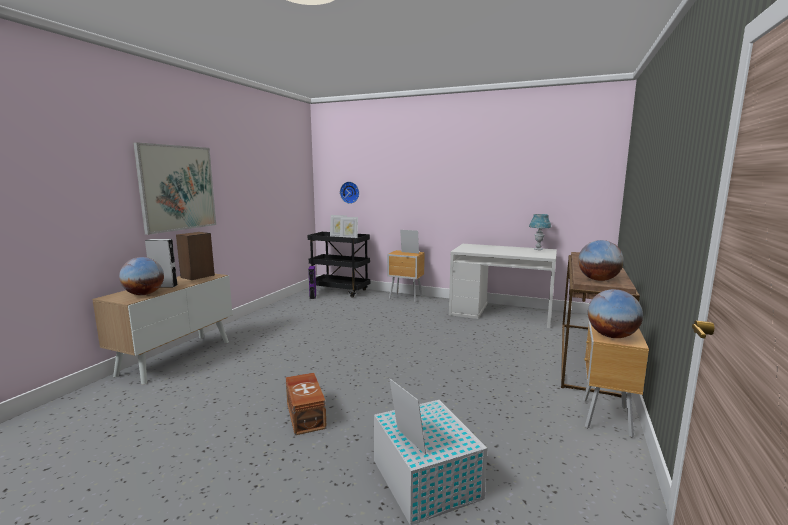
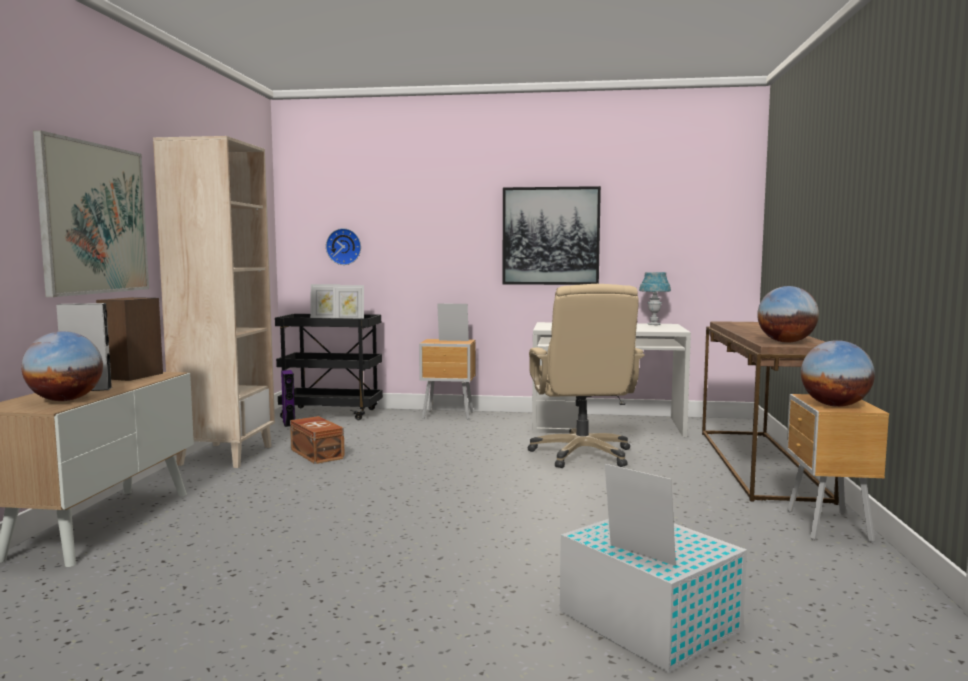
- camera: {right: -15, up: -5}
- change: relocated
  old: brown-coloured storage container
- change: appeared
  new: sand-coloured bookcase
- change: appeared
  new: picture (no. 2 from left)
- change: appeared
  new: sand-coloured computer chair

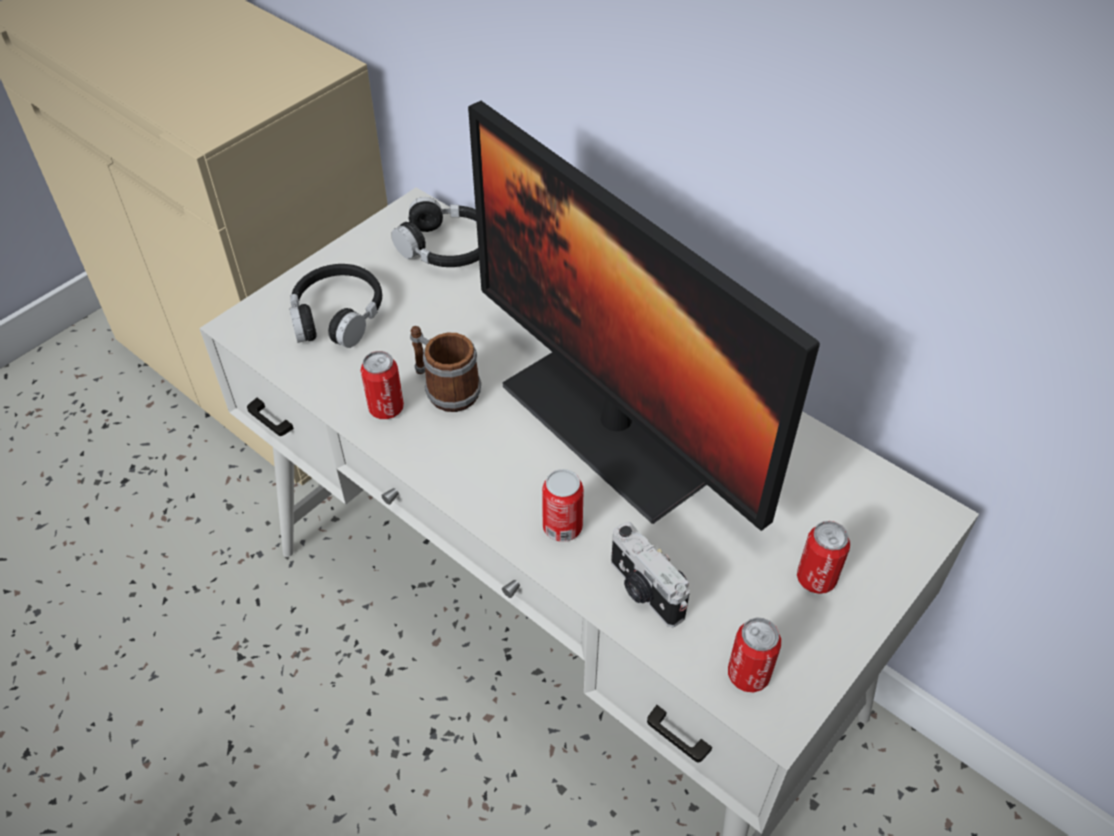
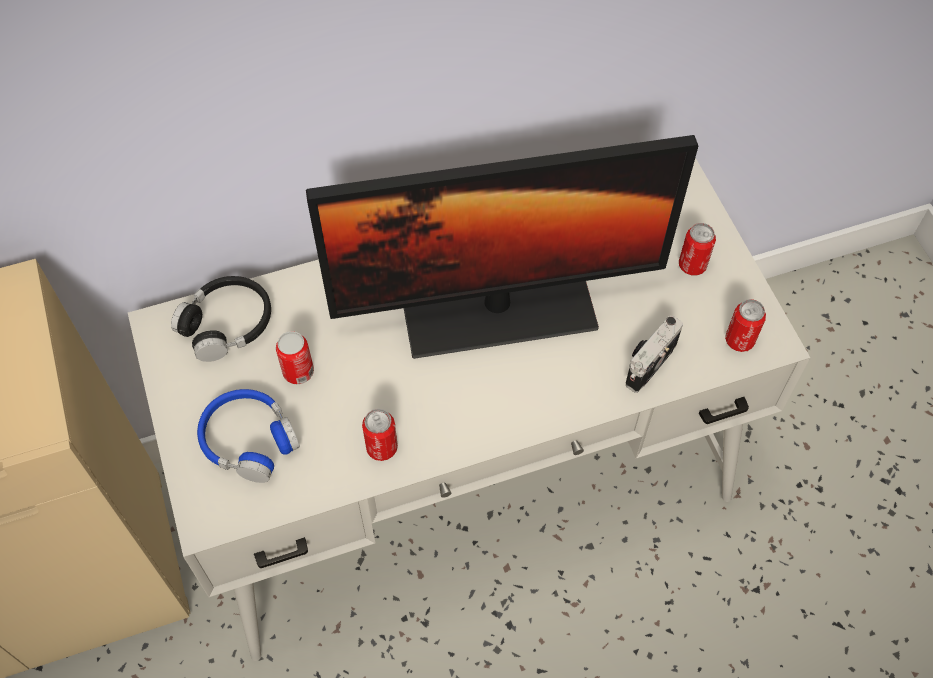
- camera: {right: -60, up: 10}
- change: colour
  old: black-coloured headphones (no. 1 from left)
  new: blue headphones
- change: missing
  old: mug
- change: relocated
  old: metal can (no. 2 from left in the first image)
  new: metal can (no. 1 from left)
- change: spun
  old: photo camera
  degrees: 135

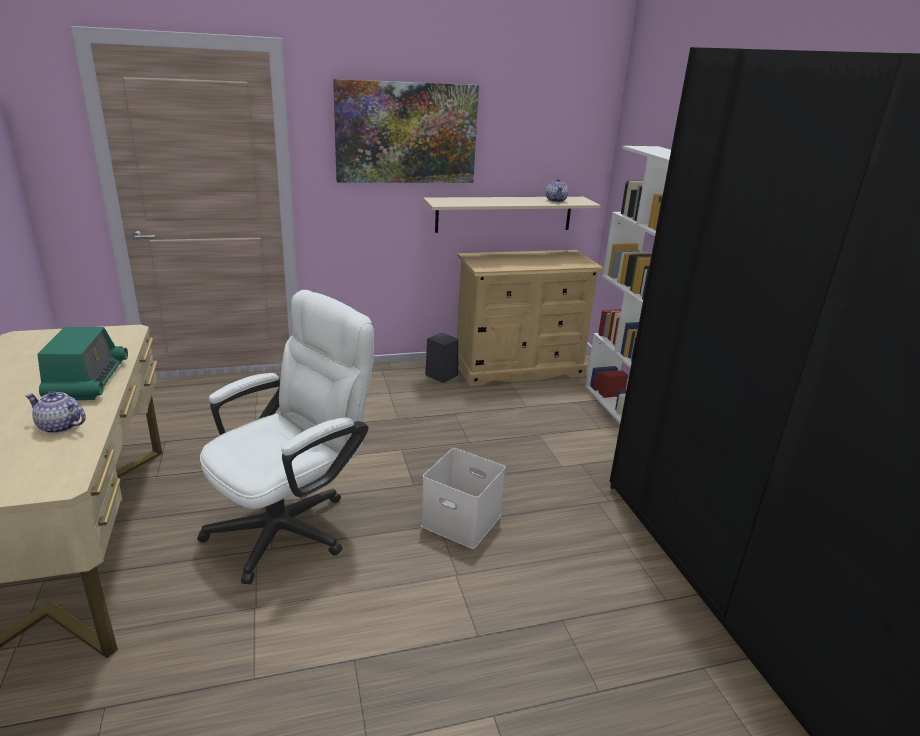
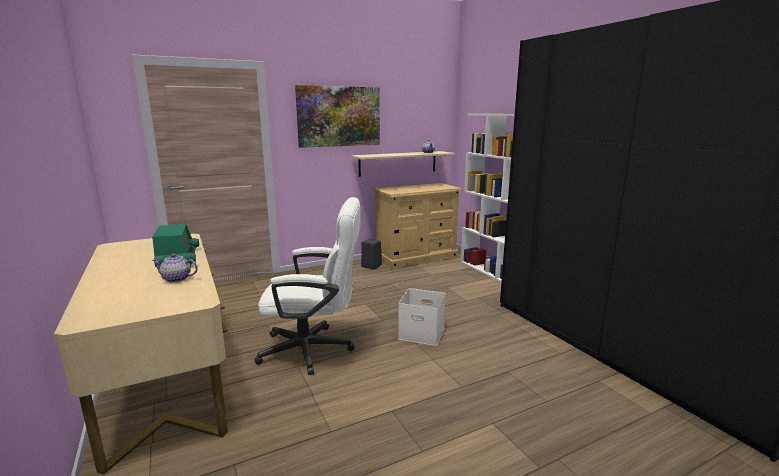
- camera: {right: -10, up: -10}
- change: spun
  old: white computer chair
  degrees: 60

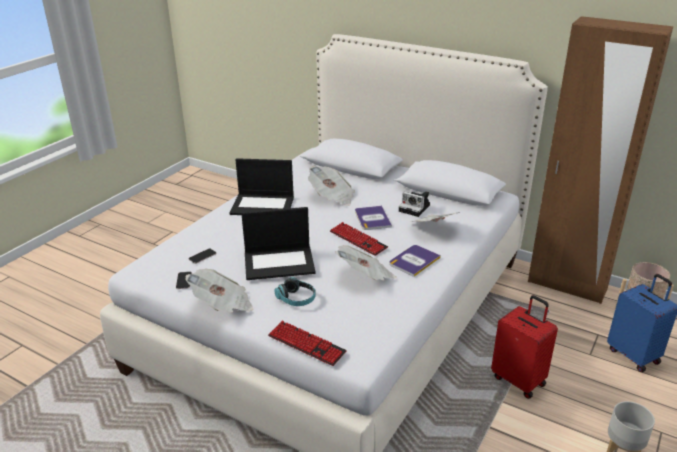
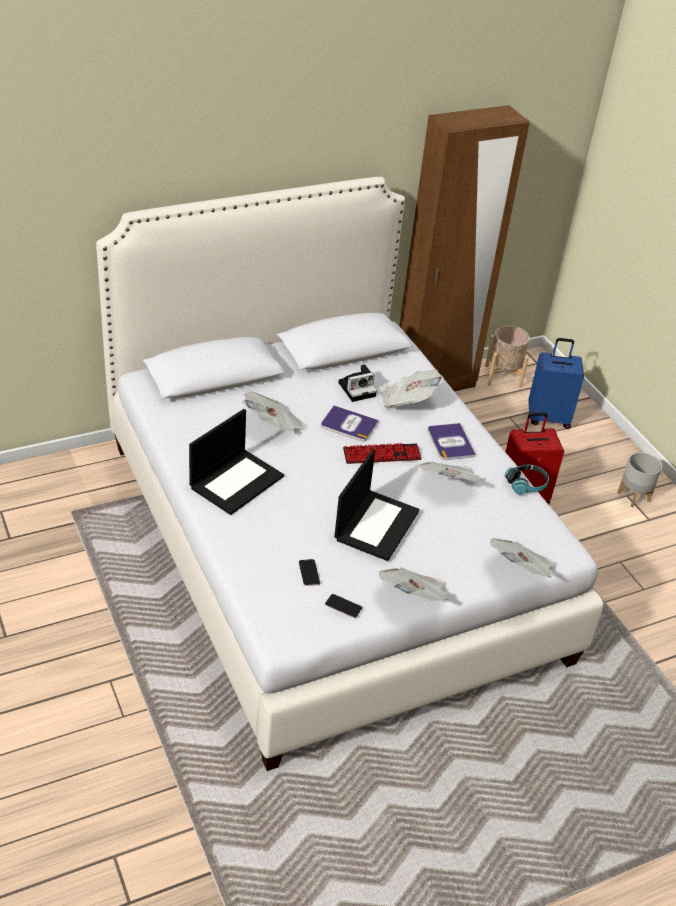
- camera: {right: -60, up: 10}
- change: exchanged
  old: PC keyboard (no. 1 from left)
  new: newspaper (no. 5 from left)
- change: relocated
  old: headphones

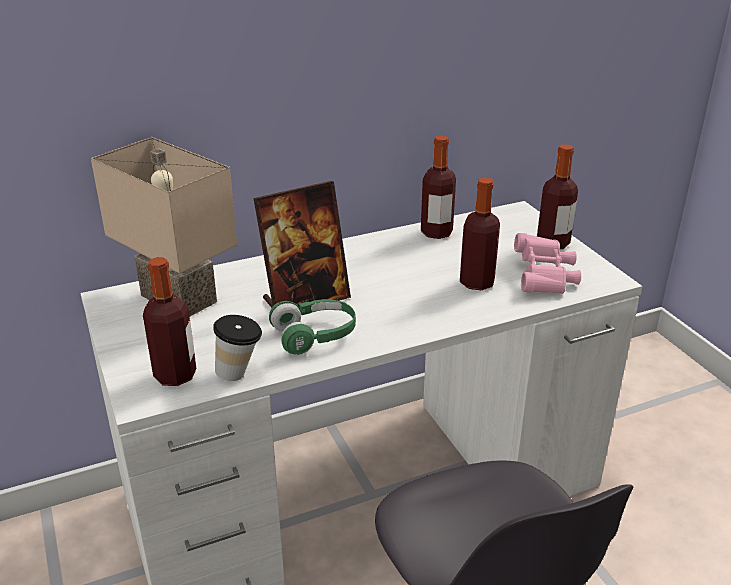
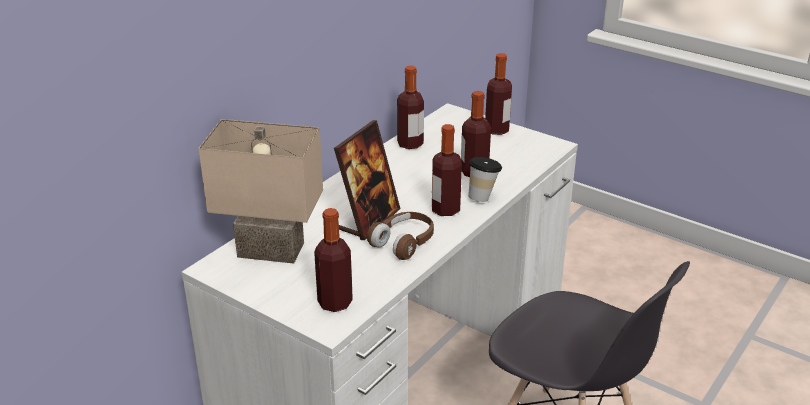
- camera: {right: -30, up: 0}
- change: relocated
  old: drinking cup
- change: colour
  old: green-coloured headphones
  new: brown-coloured headphones
- change: missing
  old: pink-coloured field glasses
- change: appeared
  new: drink bottle (no. 3 from left)

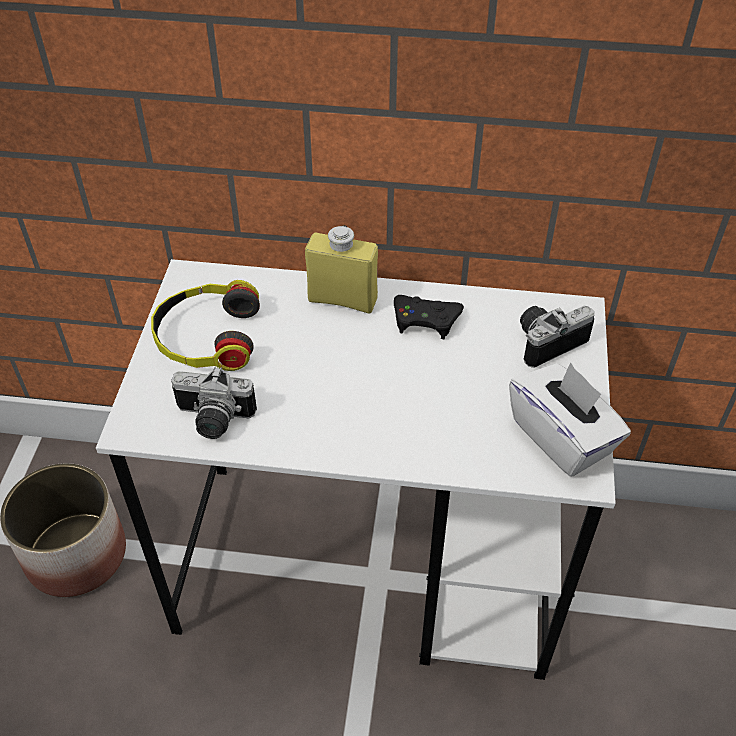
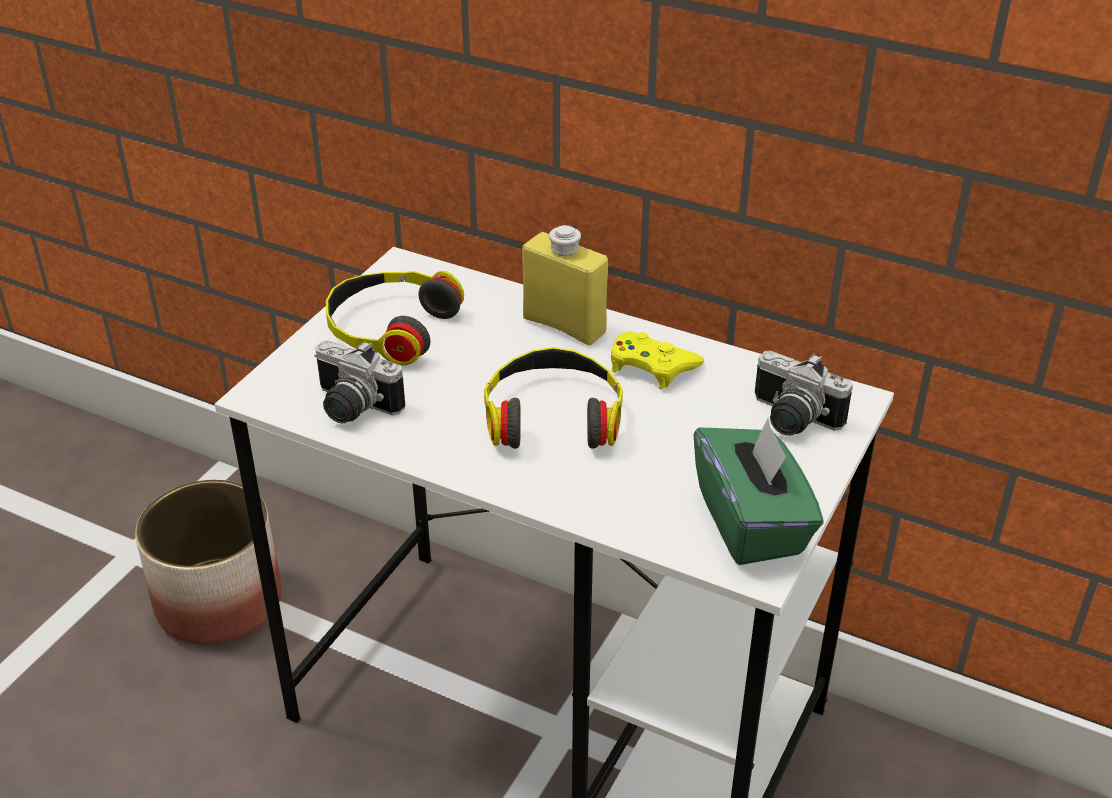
- camera: {right: 20, up: -10}
- change: colour
  old: black-coloured game controller
  new: yellowish game controller
- change: colour
  old: white tissue box
  new: green-coloured tissue box
- change: spun
  old: photo camera (no. 2 from left)
  degrees: -135
- change: appeared
  new: headphones (no. 2 from left)

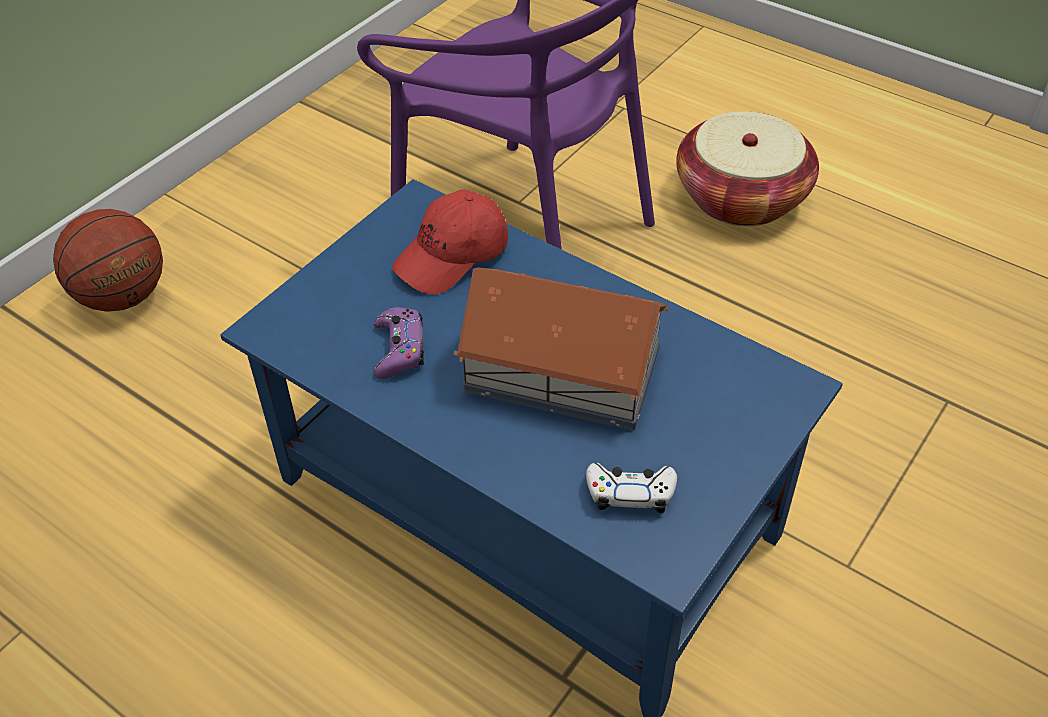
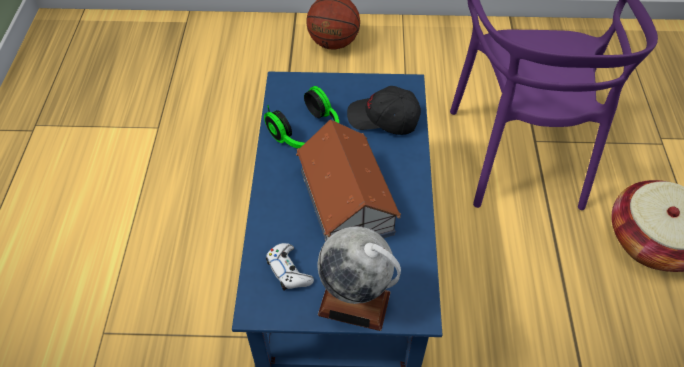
- camera: {right: 55, up: 5}
- change: exchanged
  old: purple game controller
  new: headphones
- change: colour
  old: red-coloured peaked cap
  new: black-coloured peaked cap
- change: appeared
  new: desk globe

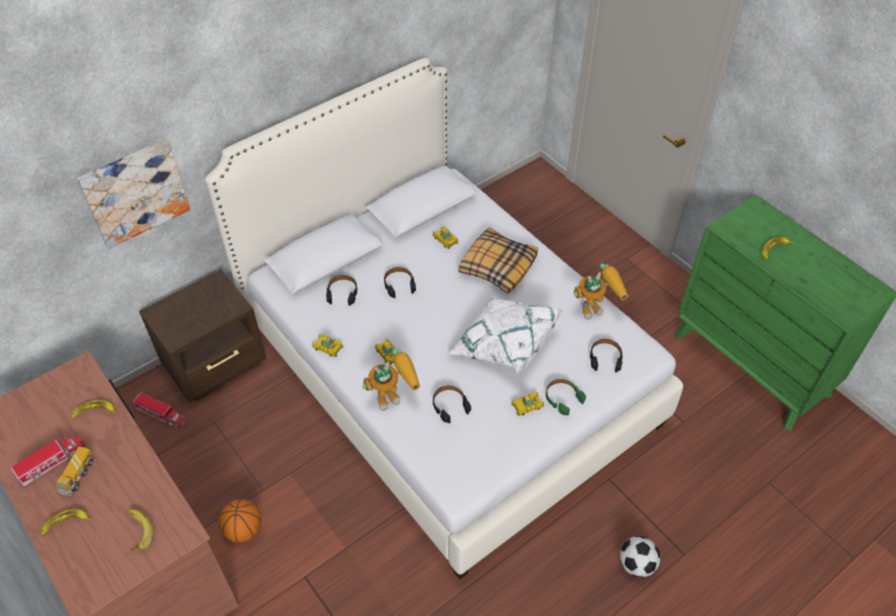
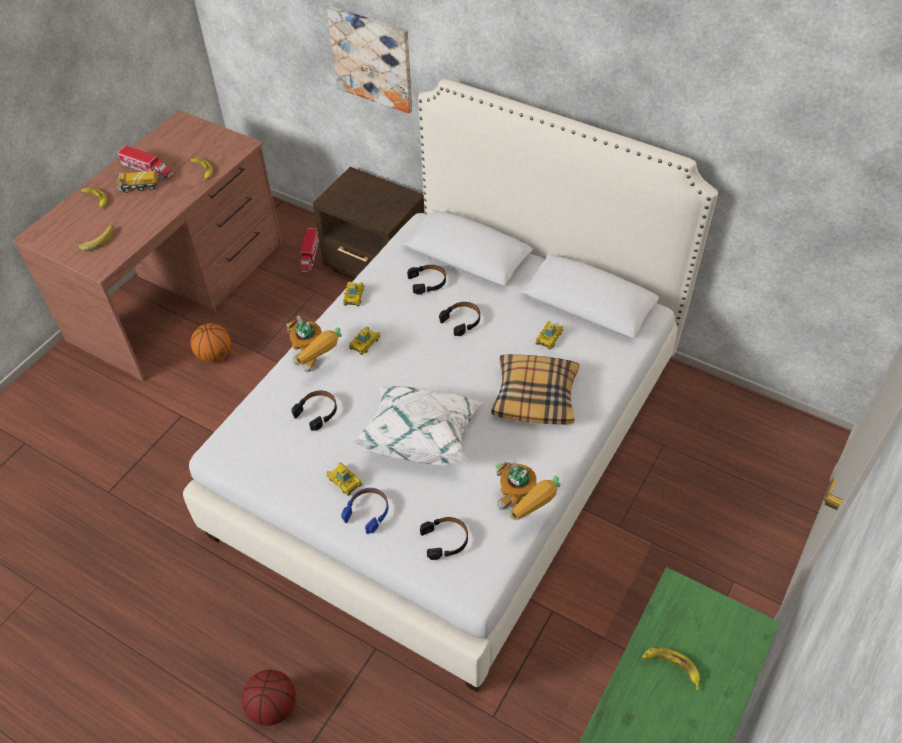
- camera: {right: 70, up: 0}
- change: colour
  old: green-coloured headphones
  new: blue headphones
- change: exchanged
  old: football ball
  new: ball for basketball (no. 2 from left)

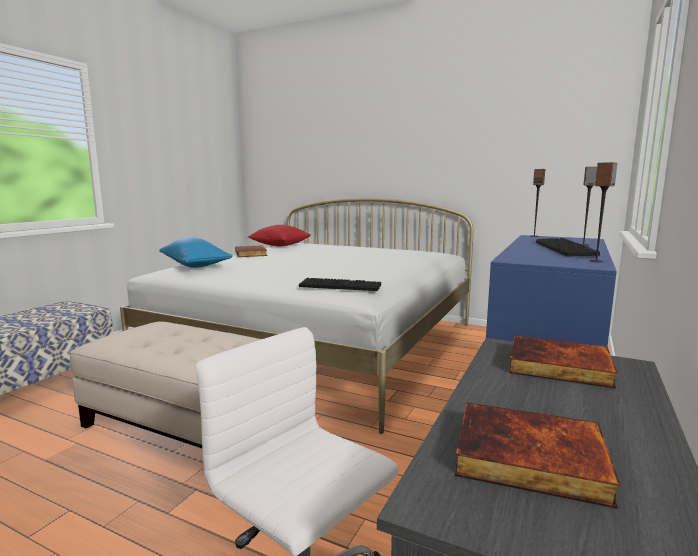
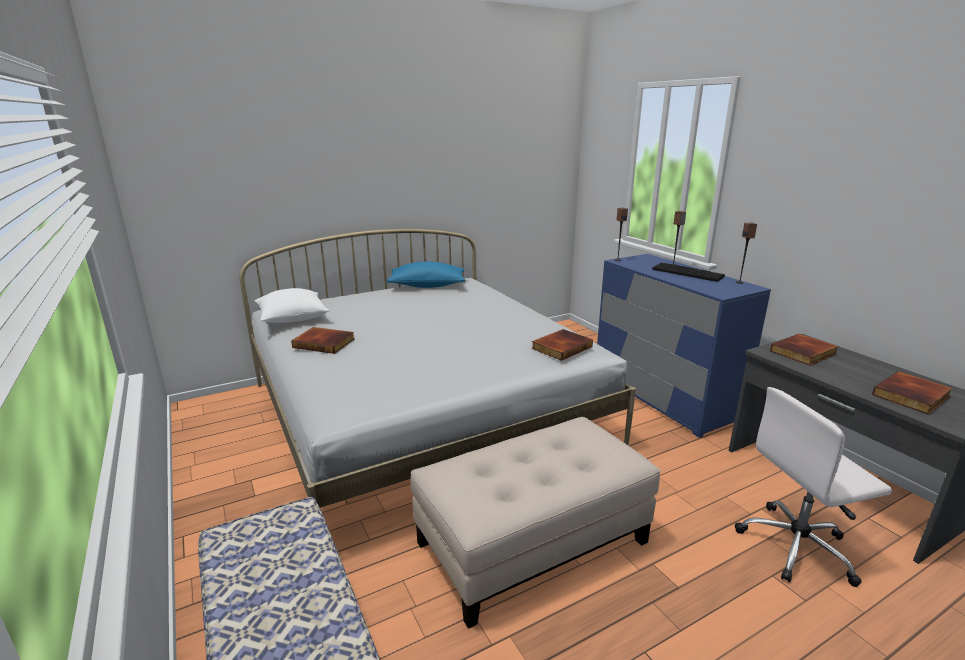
- camera: {right: -55, up: 10}
- change: relocated
  old: blue cushion
- change: colour
  old: red-coloured cushion
  new: white cushion
- change: exchanged
  old: PC keyboard (no. 1 from left)
  new: book (no. 2 from left)

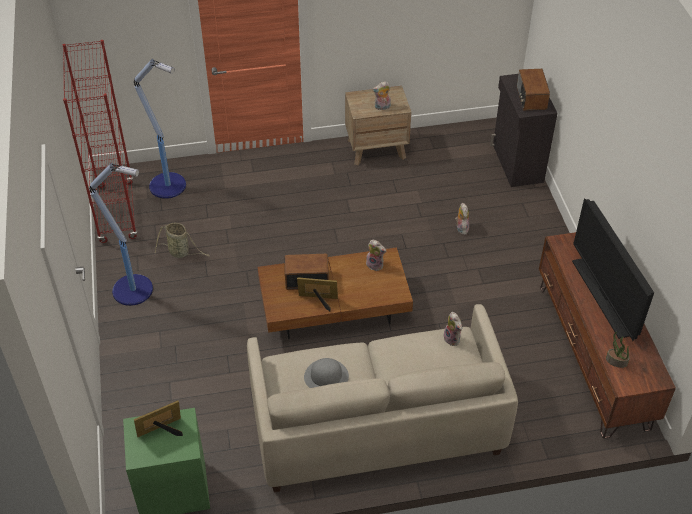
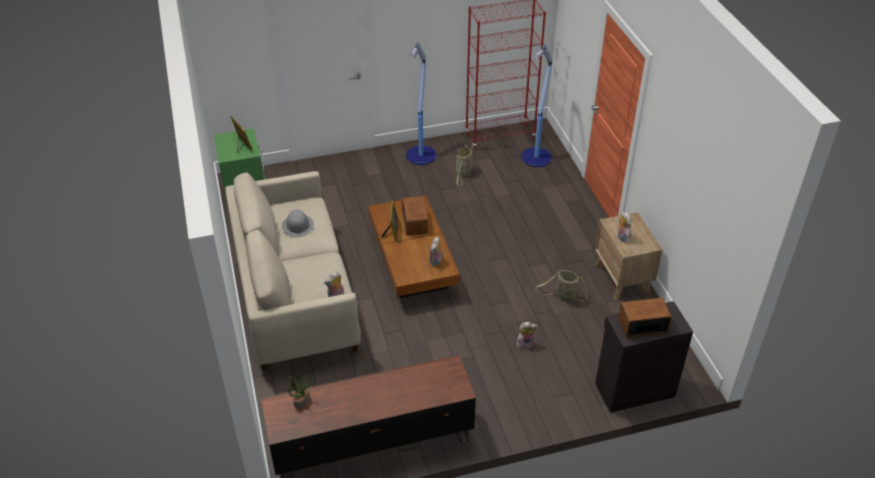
- camera: {right: 85, up: -5}
- change: missing
  old: television
- change: appeared
  new: basket (no. 2 from left)

